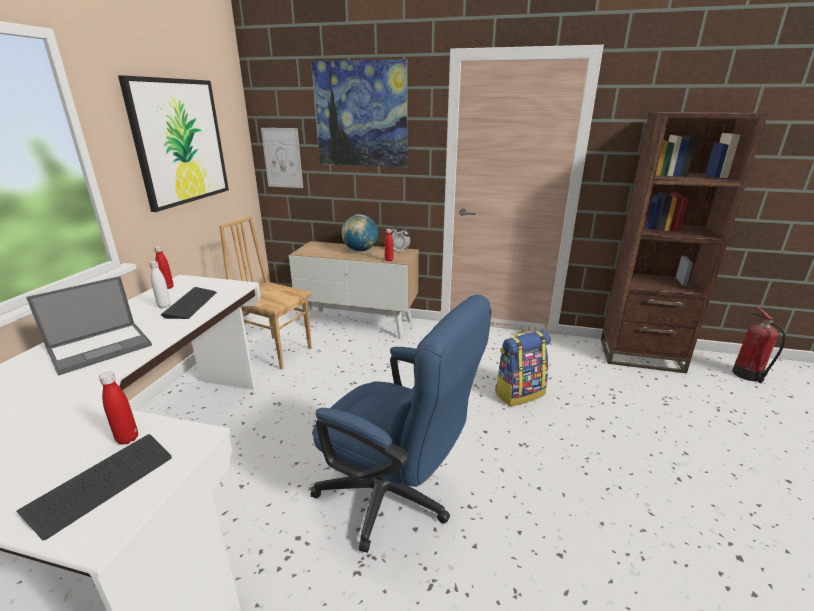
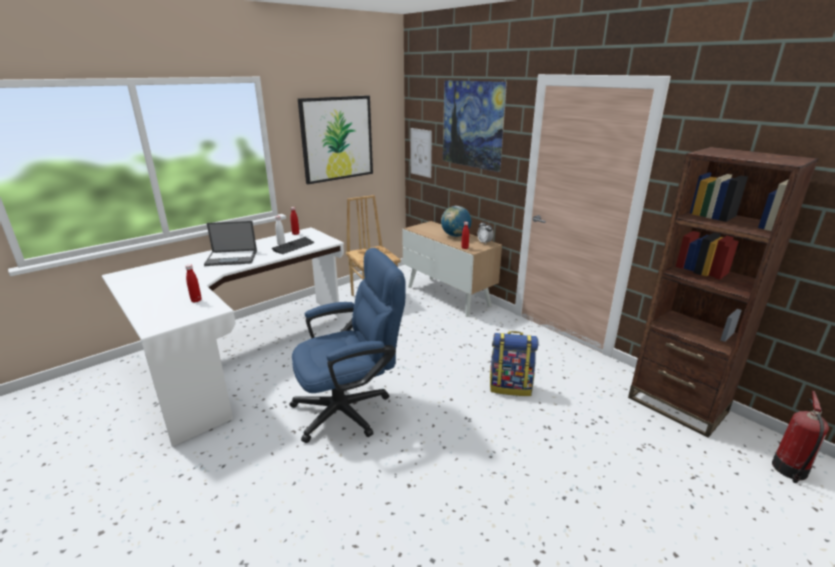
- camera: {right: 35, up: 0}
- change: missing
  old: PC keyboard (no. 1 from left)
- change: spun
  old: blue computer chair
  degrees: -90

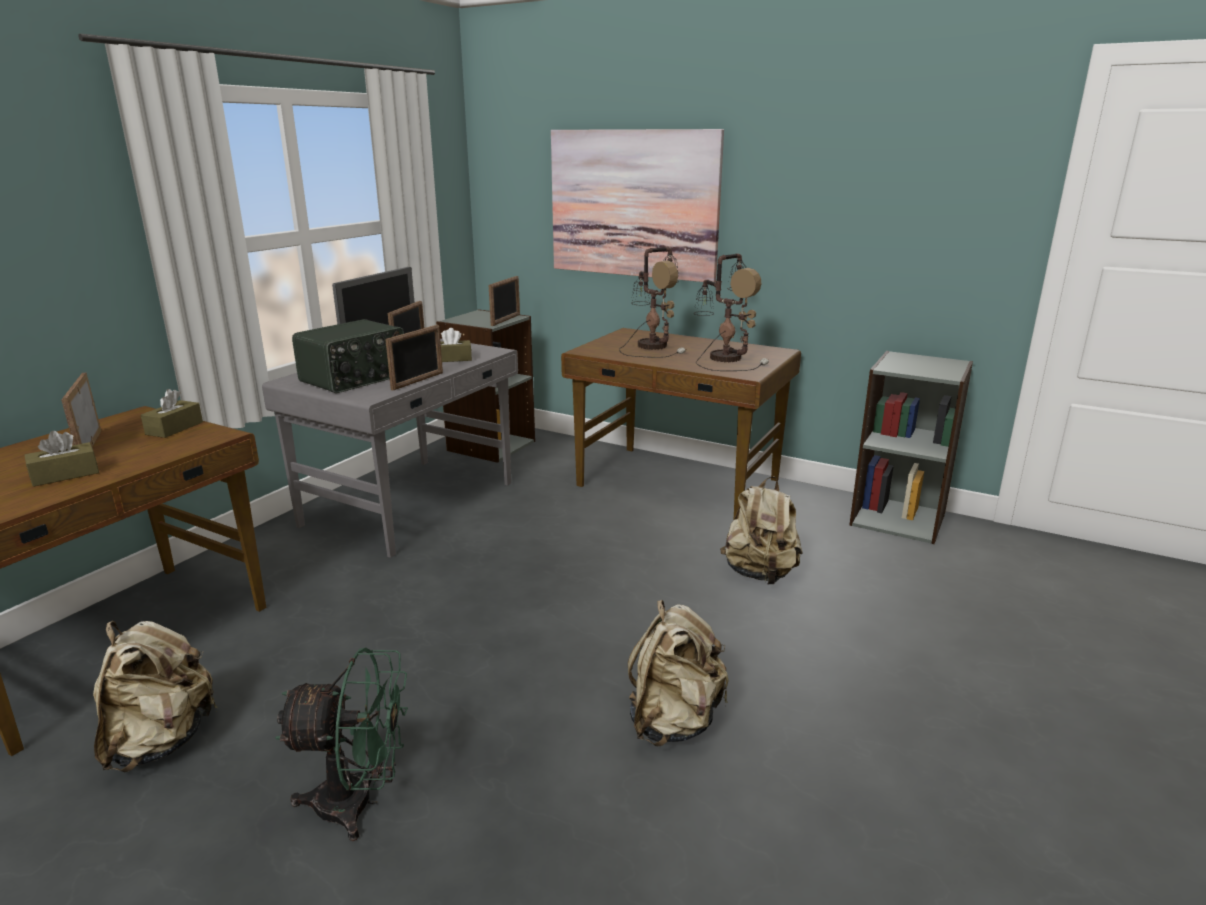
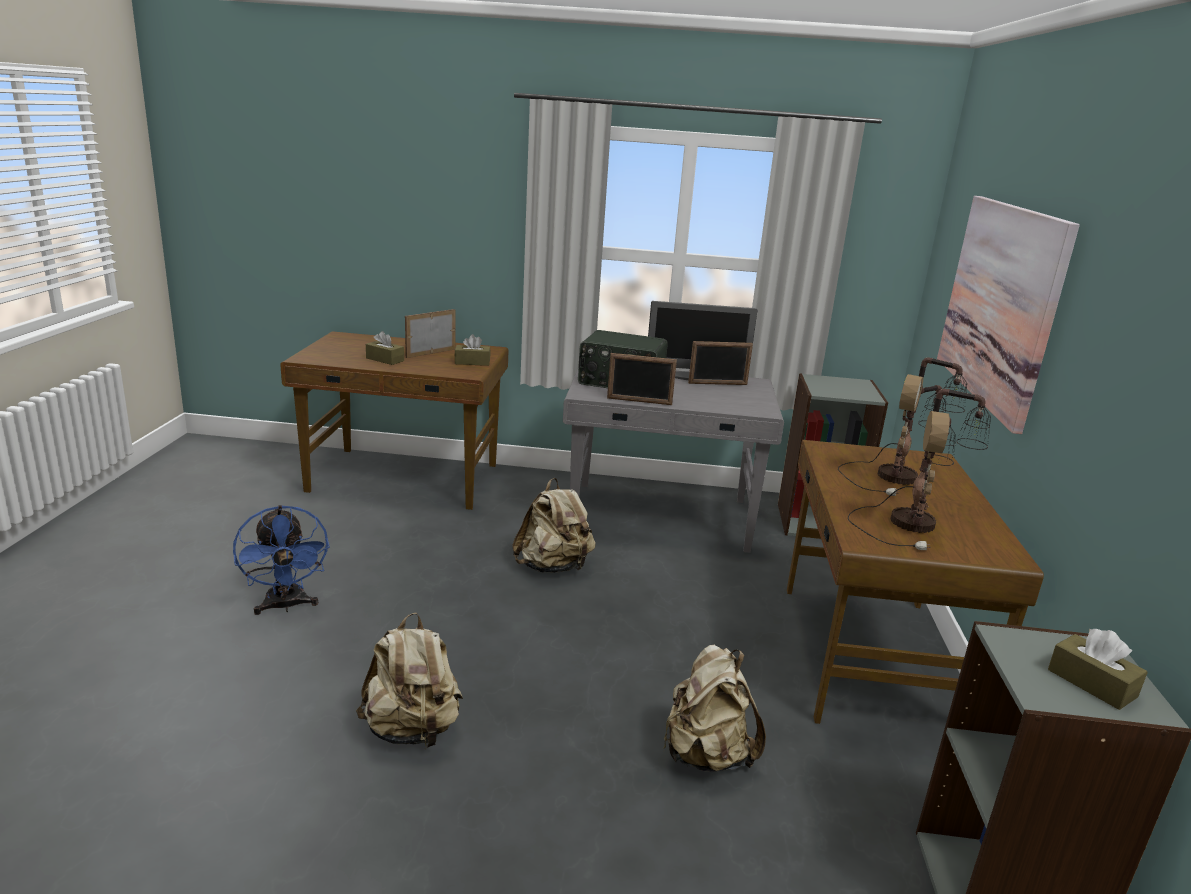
- camera: {right: 65, up: 0}
- change: relocated
  old: sand-coloured backpack (no. 1 from left in the first image)
  new: sand-coloured backpack (no. 2 from left)
- change: colour
  old: green-coloured fan
  new: blue fan
- change: relocated
  old: brown-coloured tissue box (no. 3 from left)
- change: missing
  old: standing frame (no. 4 from left)

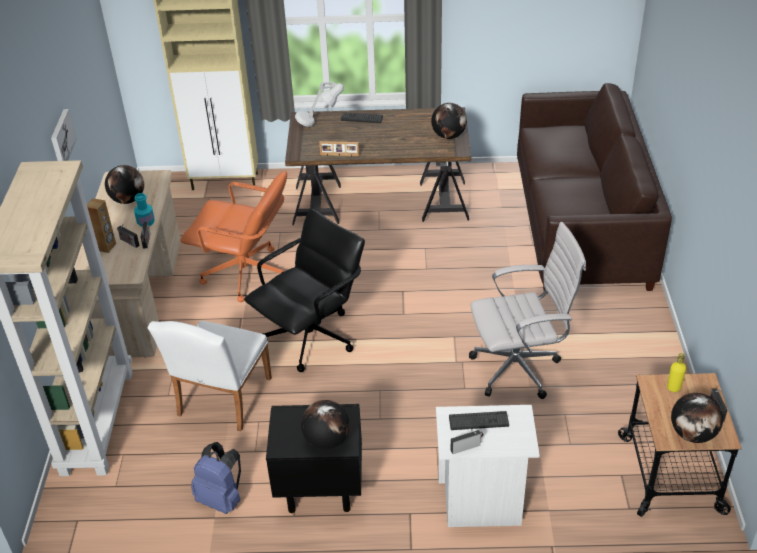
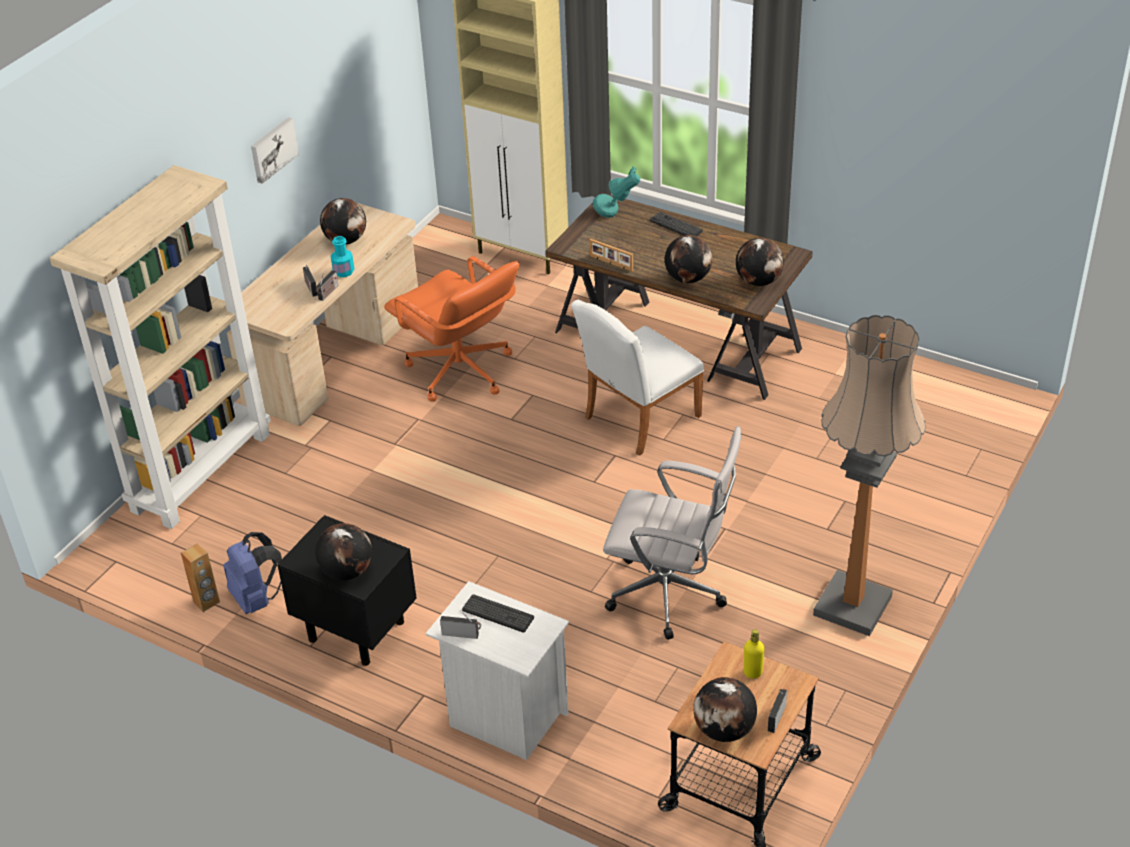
- camera: {right: 30, up: 0}
- change: relocated
  old: brown-coloured audio speaker
- change: relocated
  old: white plain chair
- change: missing
  old: black-coloured computer chair
- change: colour
  old: greyish tabletop lamp
  new: turquoise tabletop lamp
- change: missing
  old: brown-coloured settee
- change: appeared
  new: desk globe (no. 3 from left)
- change: appeared
  new: floor lamp

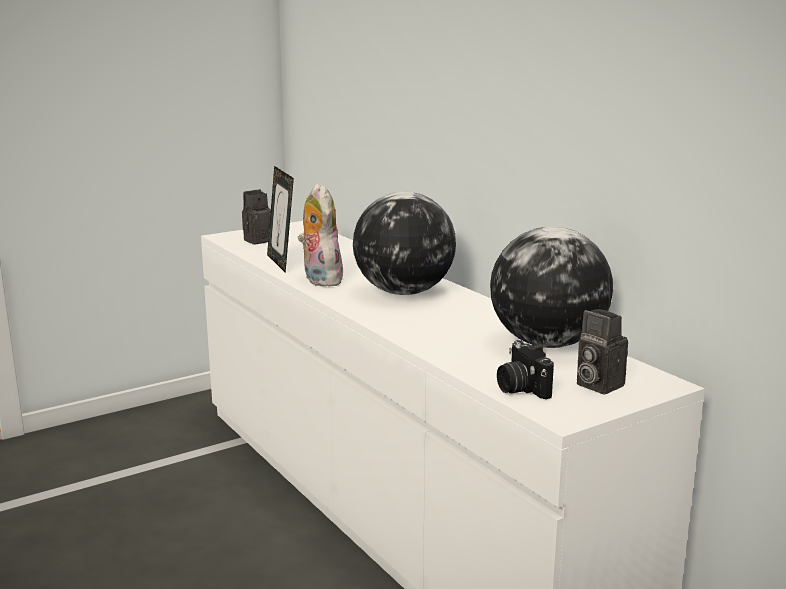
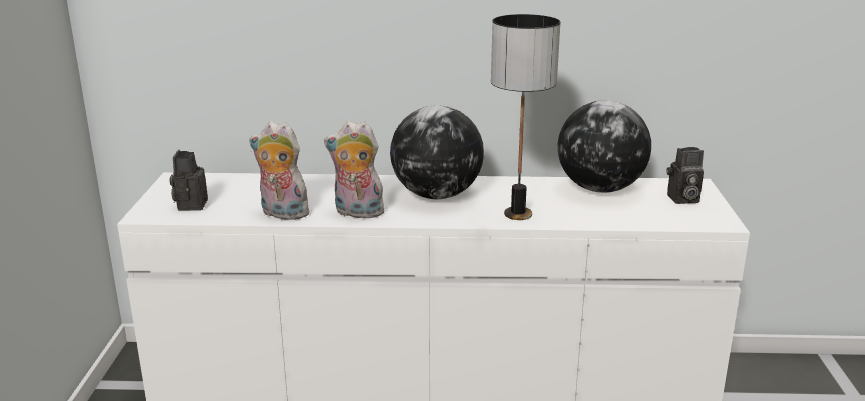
- camera: {right: -55, up: 5}
- change: exchanged
  old: standing frame
  new: soft toy (no. 1 from left)
- change: missing
  old: photo camera (no. 2 from left)
- change: appeared
  new: tabletop lamp

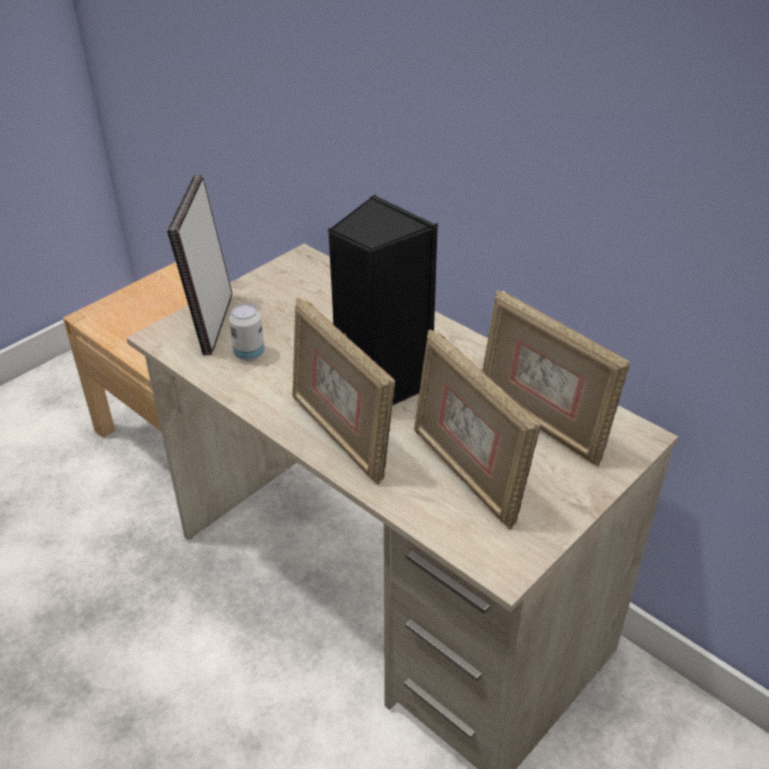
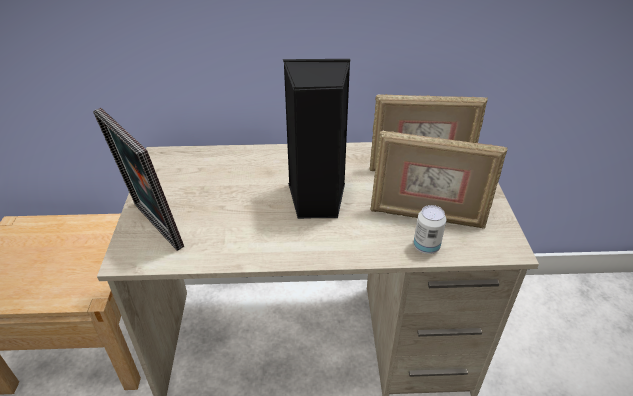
- camera: {right: -45, up: 0}
- change: relocated
  old: metal can
- change: missing
  old: standing frame (no. 2 from left)

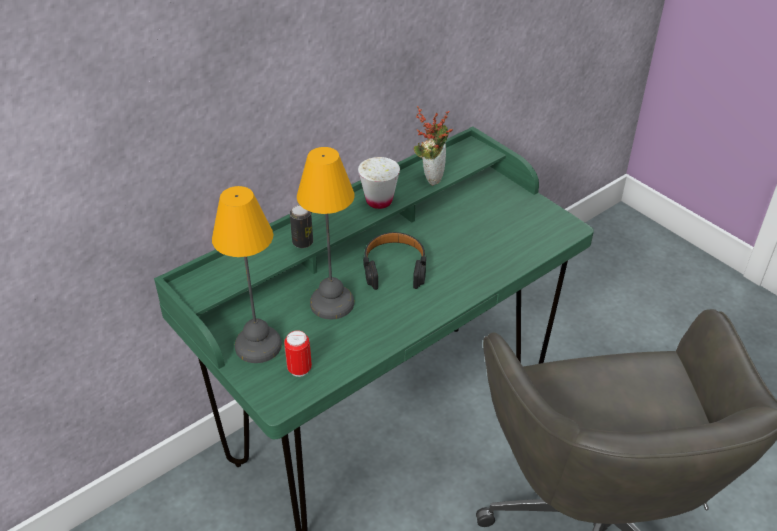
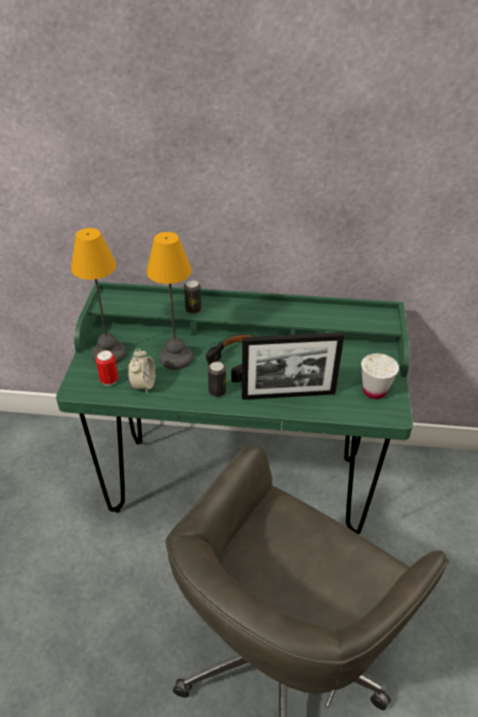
- camera: {right: 45, up: 0}
- change: relocated
  old: white drinking cup
- change: missing
  old: plant in a pot
- change: appeared
  new: alarm clock
- change: appeared
  new: metal can (no. 3 from left)
- change: appeared
  new: standing frame

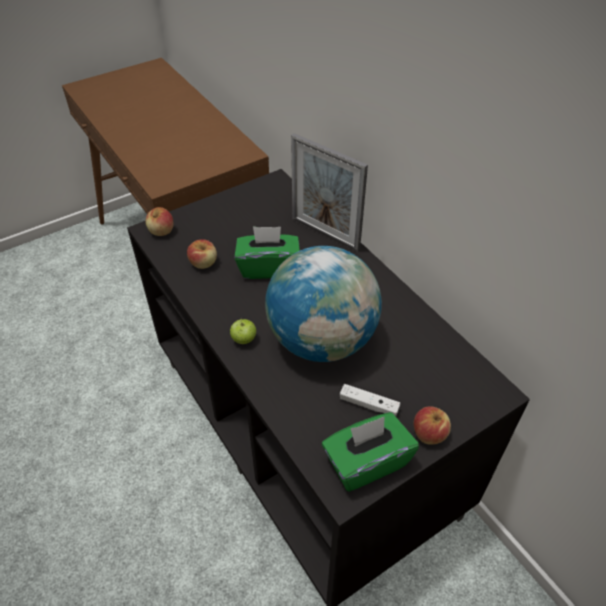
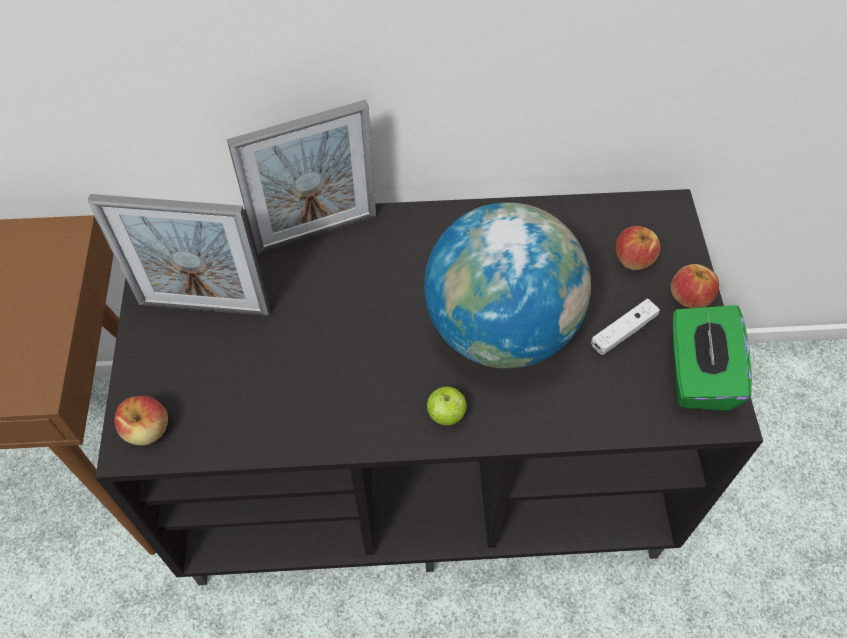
- camera: {right: -60, up: 10}
- change: relocated
  old: apple fruit (no. 2 from left in the first image)
  new: apple fruit (no. 3 from left)
- change: missing
  old: green-coloured tissue box (no. 1 from left)
- change: appeared
  new: standing frame (no. 1 from left)

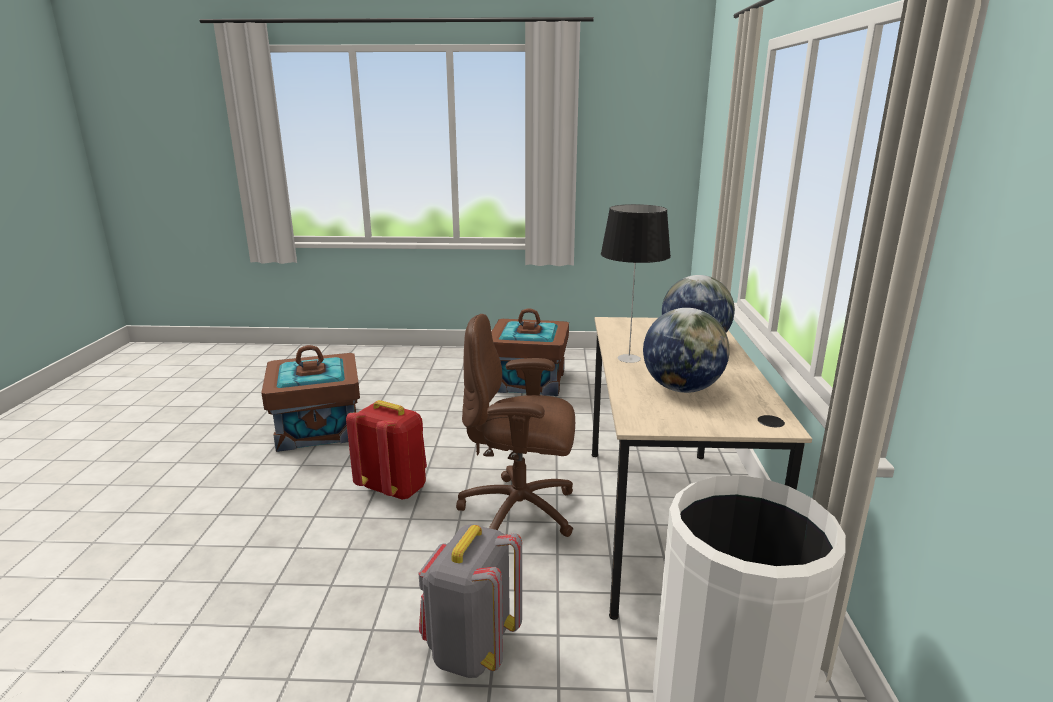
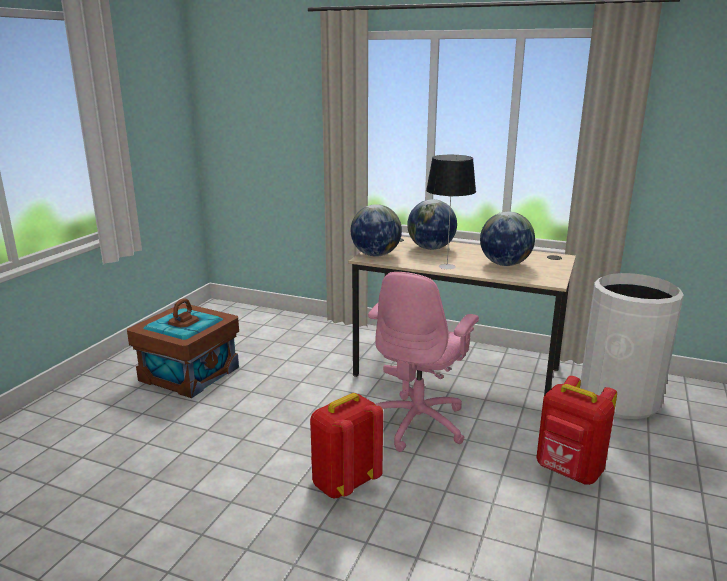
- camera: {right: -70, up: 0}
- change: missing
  old: brown-coloured storage container (no. 1 from left)
- change: colour
  old: greyish backpack
  new: red-coloured backpack (no. 2 from left)
- change: colour
  old: brown-coloured computer chair
  new: pink-coloured computer chair
- change: appeared
  new: desk globe (no. 1 from left)

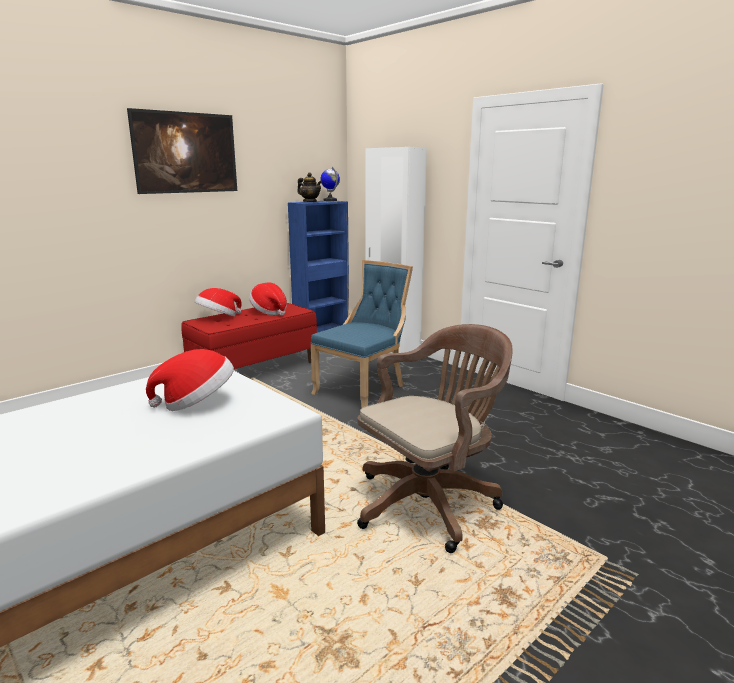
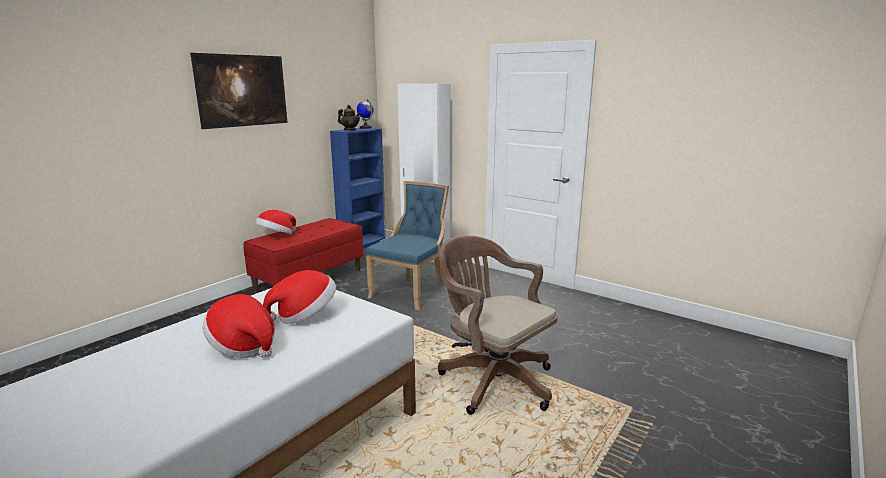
- camera: {right: -10, up: 0}
- change: relocated
  old: clothing hat (no. 3 from left in the first image)
  new: clothing hat (no. 1 from left)
- change: spun
  old: brown-coloured computer chair
  degrees: -90

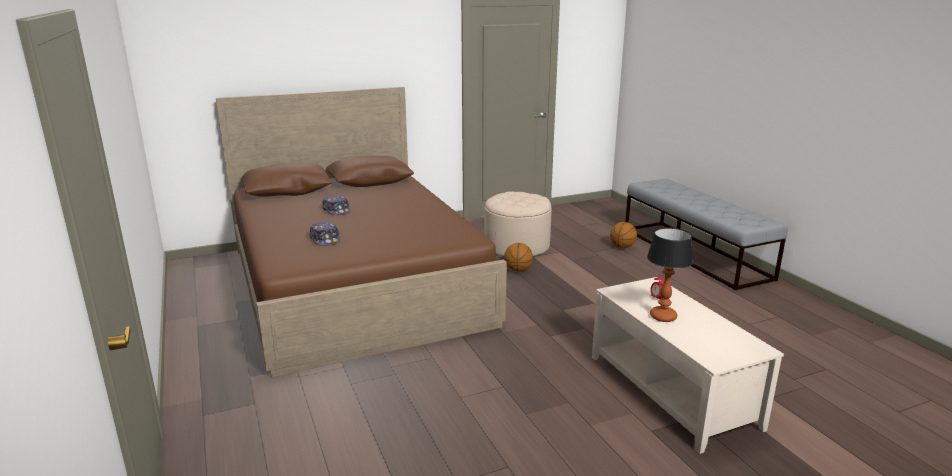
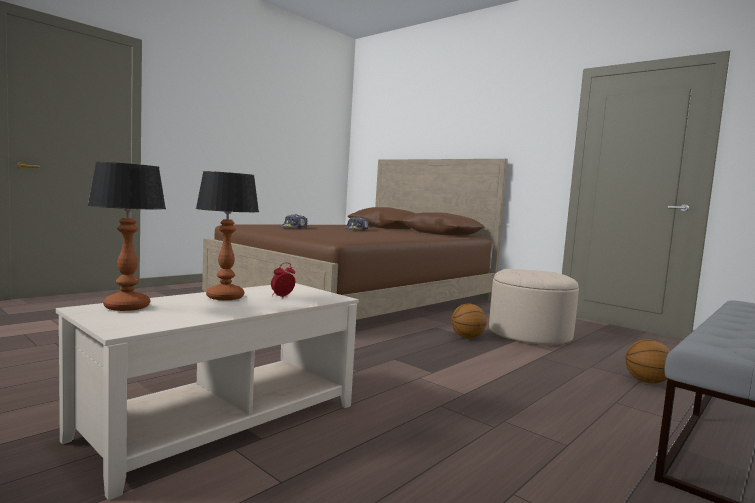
- camera: {right: 65, up: -15}
- change: appeared
  new: tabletop lamp (no. 1 from left)

